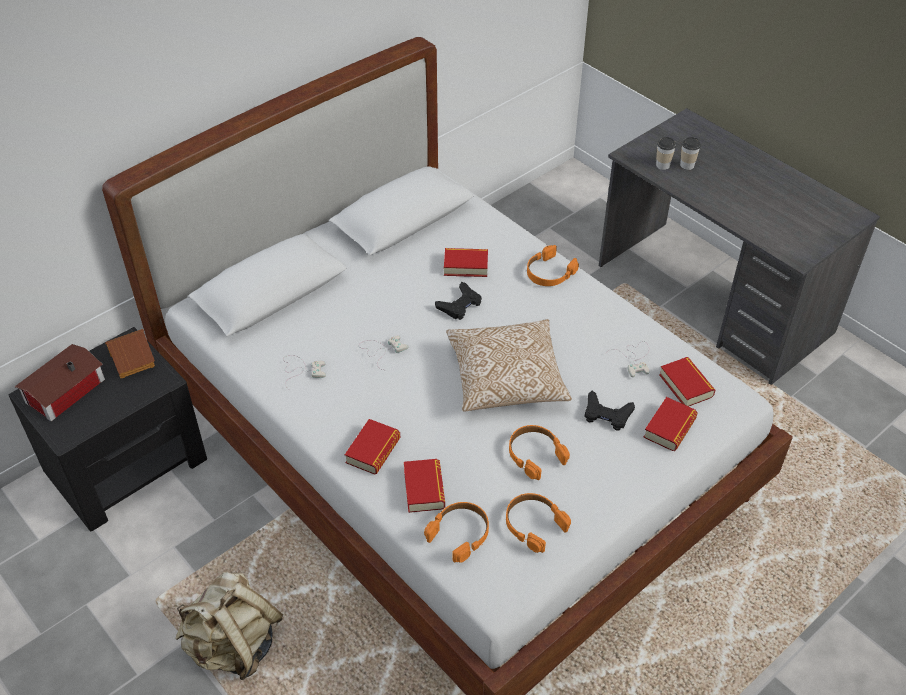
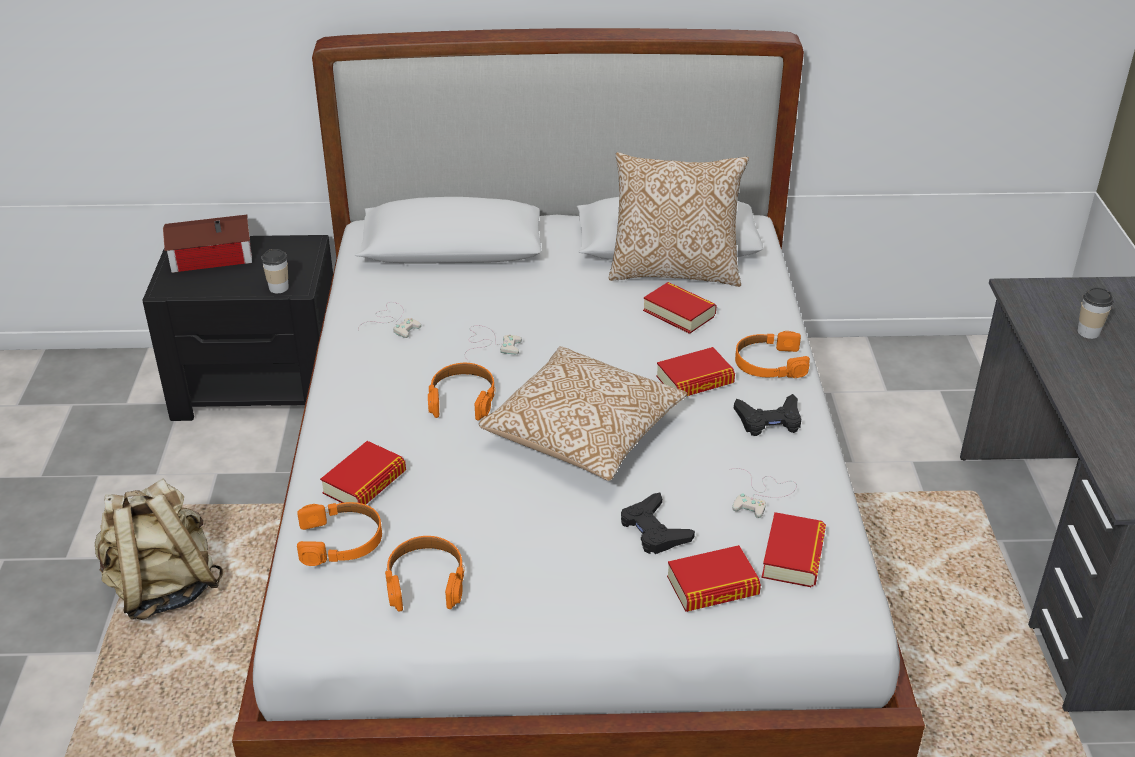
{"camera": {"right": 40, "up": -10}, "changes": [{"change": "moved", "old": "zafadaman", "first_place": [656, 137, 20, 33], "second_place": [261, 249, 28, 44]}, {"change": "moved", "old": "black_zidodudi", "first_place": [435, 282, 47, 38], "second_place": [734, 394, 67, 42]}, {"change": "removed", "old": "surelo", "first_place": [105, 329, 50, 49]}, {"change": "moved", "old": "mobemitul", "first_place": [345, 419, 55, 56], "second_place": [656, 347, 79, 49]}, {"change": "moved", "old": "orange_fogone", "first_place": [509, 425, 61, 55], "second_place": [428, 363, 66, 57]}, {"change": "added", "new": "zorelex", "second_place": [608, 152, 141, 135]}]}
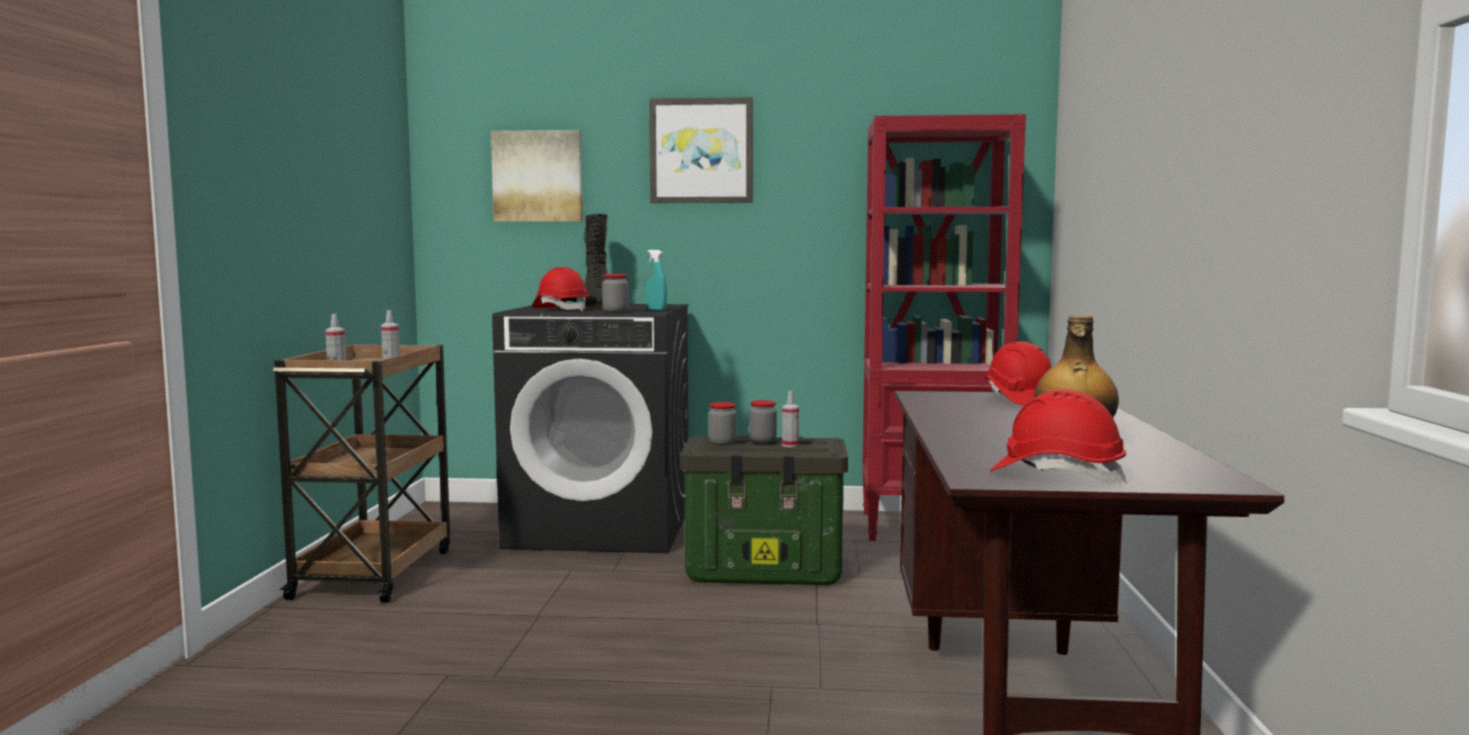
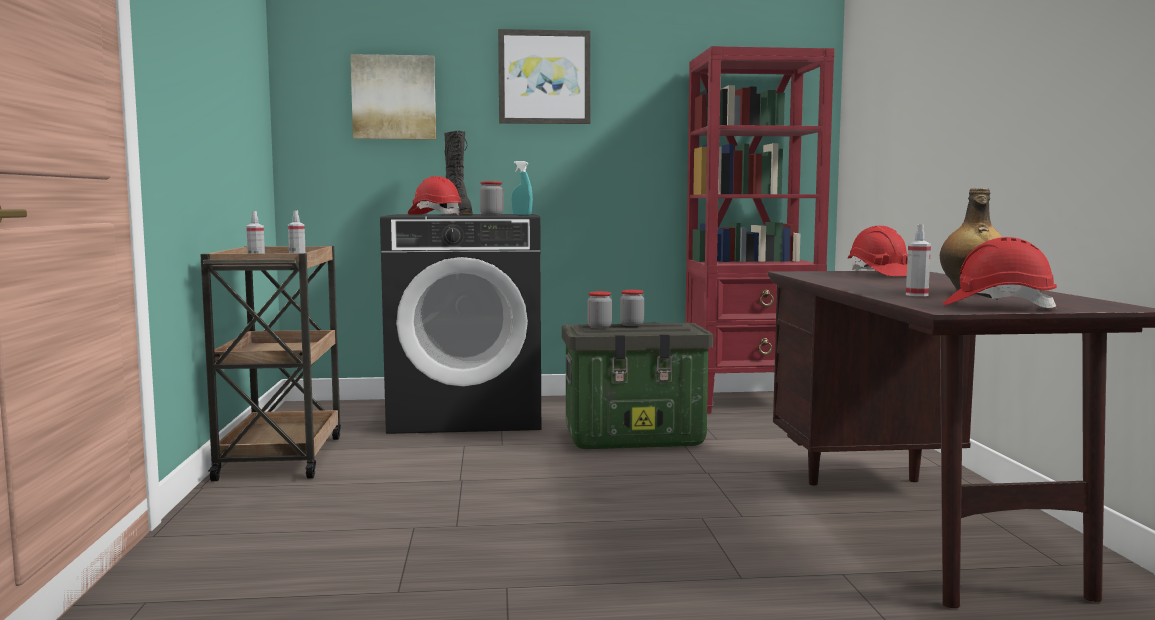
{"camera": {"right": -10, "up": 0}, "changes": [{"change": "moved", "old": "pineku", "first_place": [782, 391, 17, 56], "second_place": [906, 224, 25, 72]}]}
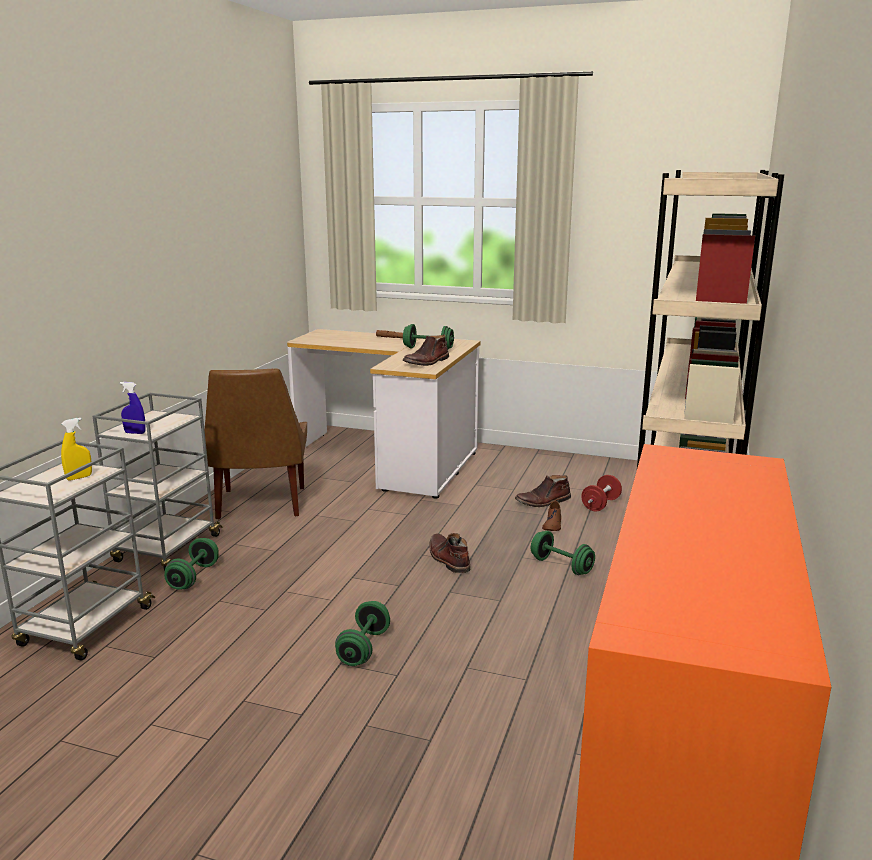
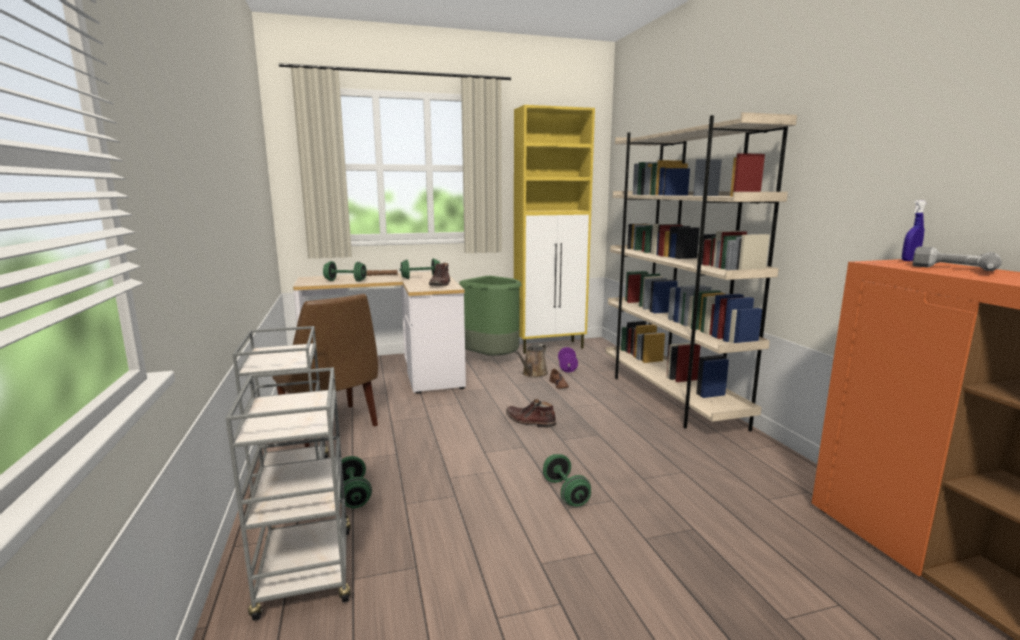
{"camera": {"right": -35, "up": -5}, "changes": [{"change": "moved", "old": "blue_pineku", "first_place": [120, 382, 26, 52], "second_place": [902, 200, 24, 61]}, {"change": "removed", "old": "yellow_pineku", "first_place": [61, 418, 31, 63]}, {"change": "replaced", "old": "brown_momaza", "new": "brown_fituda", "first_place": [515, 475, 56, 32], "second_place": [515, 344, 33, 34]}, {"change": "recoloured", "old": "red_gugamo", "new": "purple_gugamo", "first_place": [581, 475, 41, 36], "second_place": [558, 347, 20, 25]}, {"change": "moved", "old": "green_gugamo", "first_place": [531, 531, 64, 44], "second_place": [323, 261, 44, 21]}, {"change": "added", "new": "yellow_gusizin", "second_place": [514, 105, 81, 249]}, {"change": "added", "new": "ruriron", "second_place": [912, 246, 90, 25]}, {"change": "added", "new": "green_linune", "second_place": [459, 276, 62, 80]}]}
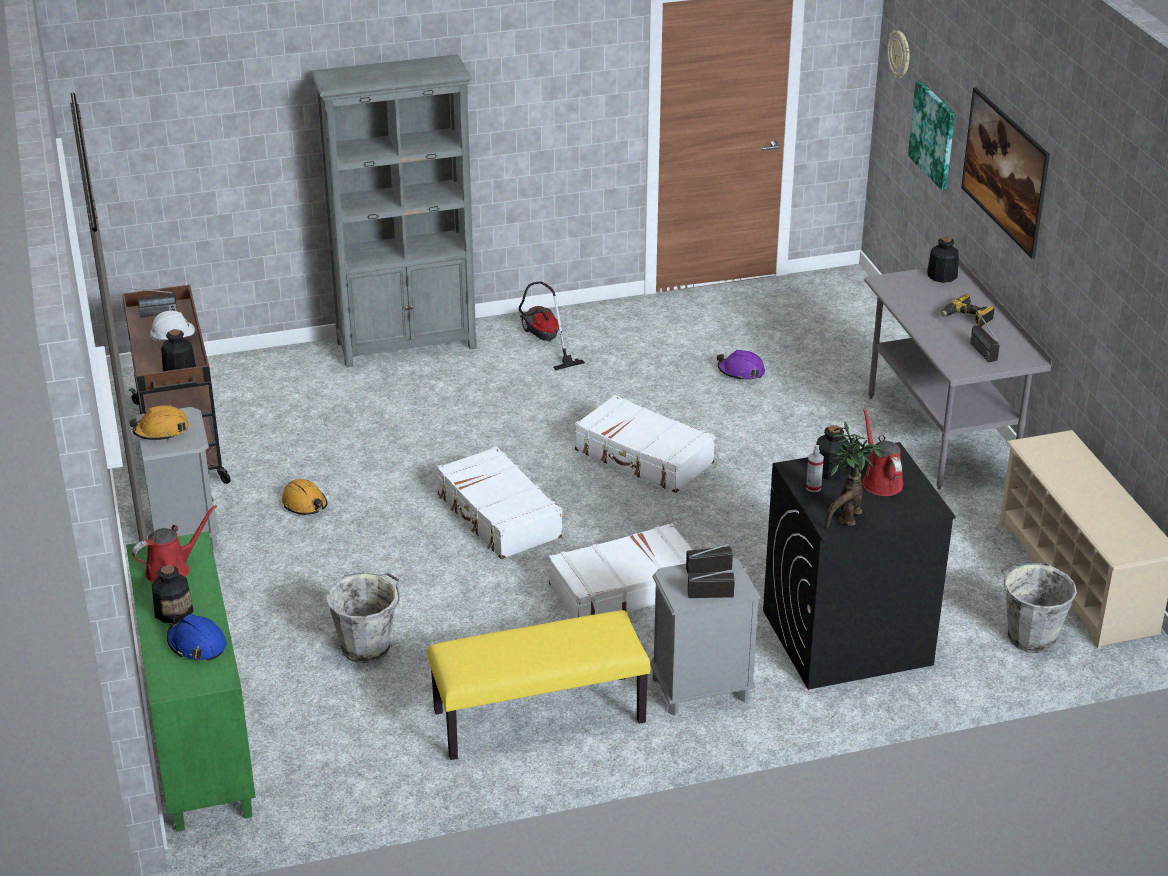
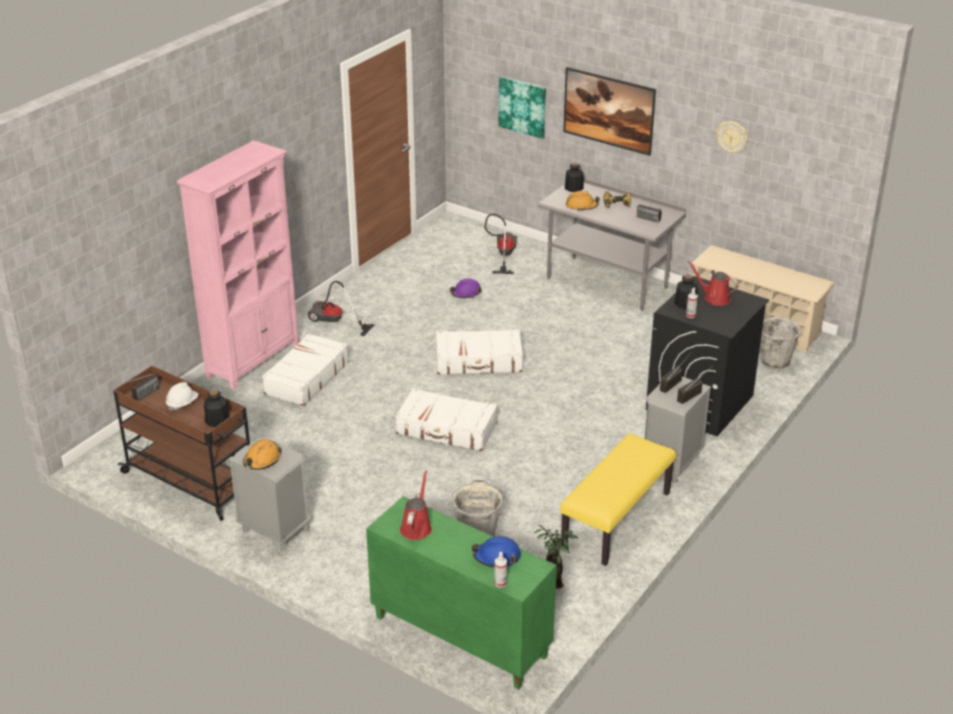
{"camera": {"right": -40, "up": 0}, "changes": [{"change": "moved", "old": "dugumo", "first_place": [887, 30, 23, 48], "second_place": [716, 121, 32, 33]}, {"change": "recoloured", "old": "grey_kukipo", "new": "pink_kukipo", "first_place": [310, 54, 167, 313], "second_place": [177, 140, 122, 249]}, {"change": "moved", "old": "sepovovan", "first_place": [825, 422, 58, 107], "second_place": [534, 525, 44, 64]}, {"change": "moved", "old": "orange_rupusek", "first_place": [282, 479, 45, 36], "second_place": [566, 191, 34, 20]}, {"change": "moved", "old": "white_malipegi", "first_place": [549, 523, 143, 95], "second_place": [262, 333, 87, 73]}, {"change": "removed", "old": "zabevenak", "first_place": [152, 565, 42, 58]}, {"change": "added", "new": "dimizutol", "second_place": [485, 214, 32, 60]}, {"change": "added", "new": "pineku", "second_place": [494, 552, 13, 36]}]}
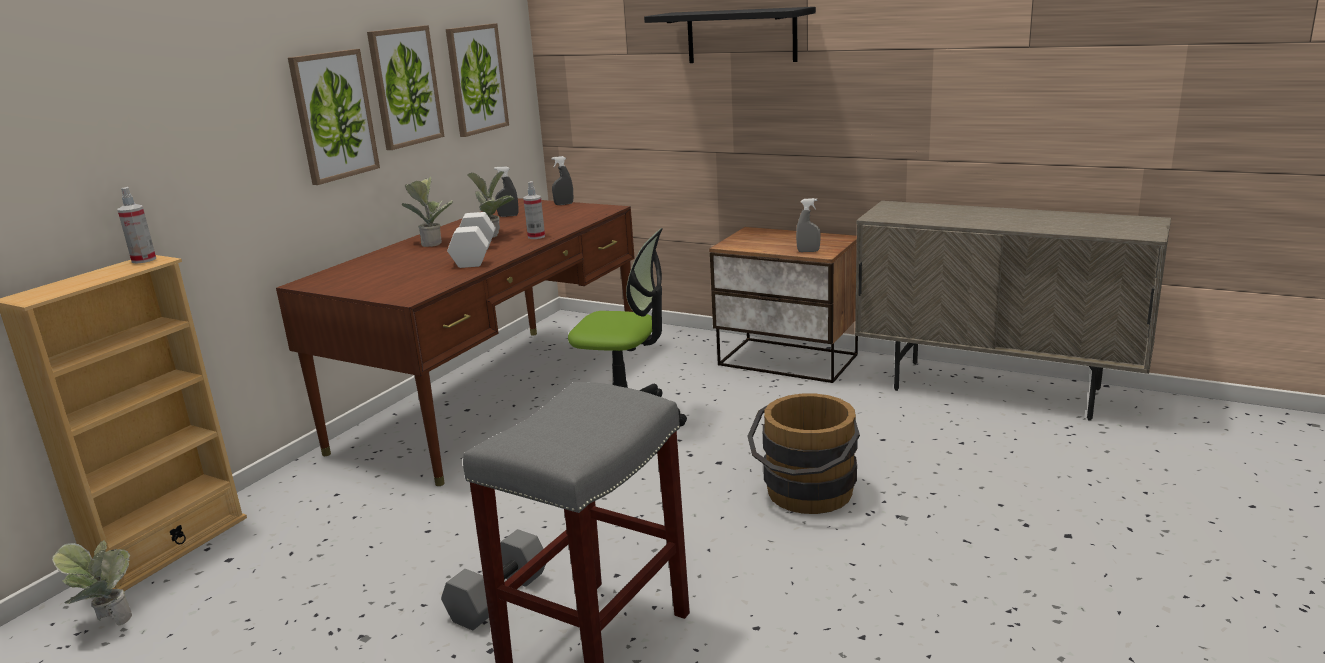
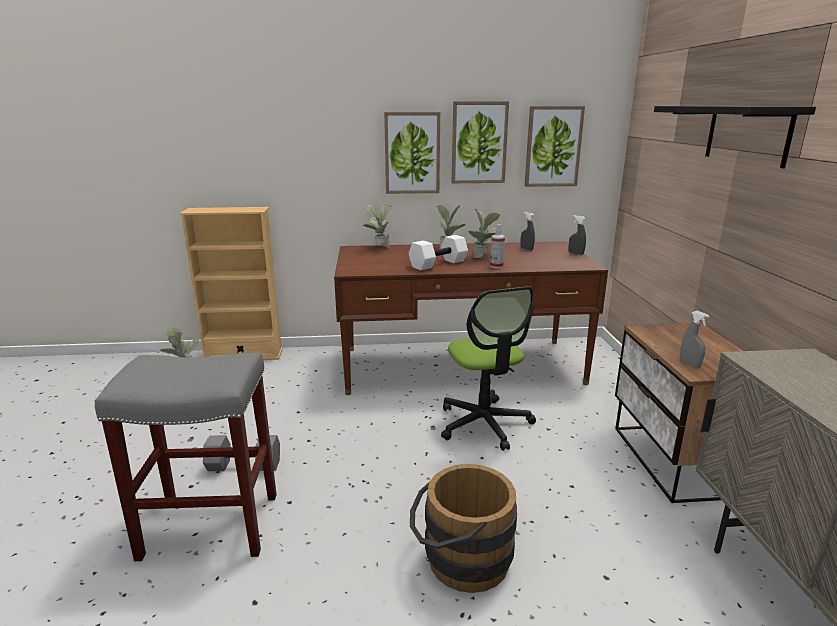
{"camera": {"right": 55, "up": 0}, "changes": [{"change": "removed", "old": "pineku", "first_place": [117, 187, 39, 77]}, {"change": "added", "new": "sepovovan", "second_place": [362, 203, 30, 45]}]}
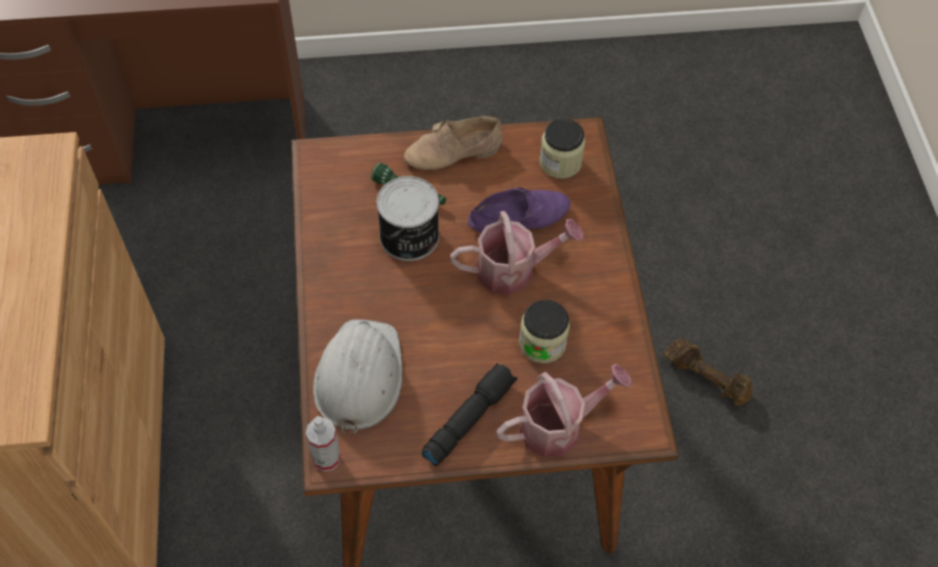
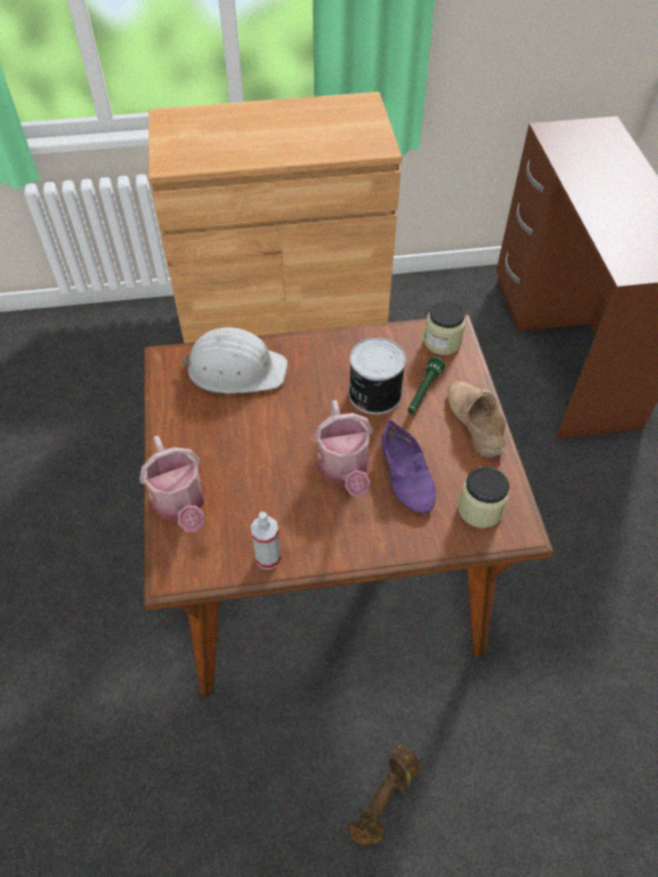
{"camera": {"right": 90, "up": -5}, "changes": [{"change": "moved", "old": "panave", "first_place": [519, 300, 51, 63], "second_place": [424, 301, 42, 54]}, {"change": "removed", "old": "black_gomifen", "first_place": [422, 363, 96, 103]}, {"change": "moved", "old": "pineku", "first_place": [306, 416, 35, 55], "second_place": [251, 512, 30, 58]}]}
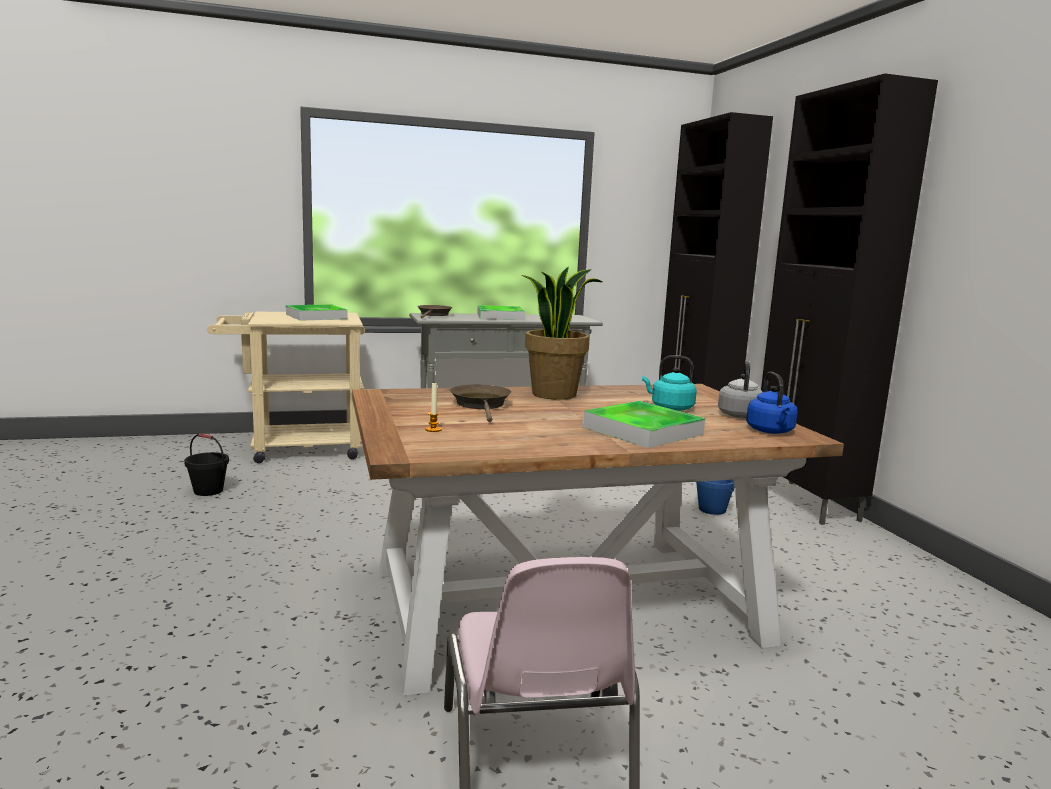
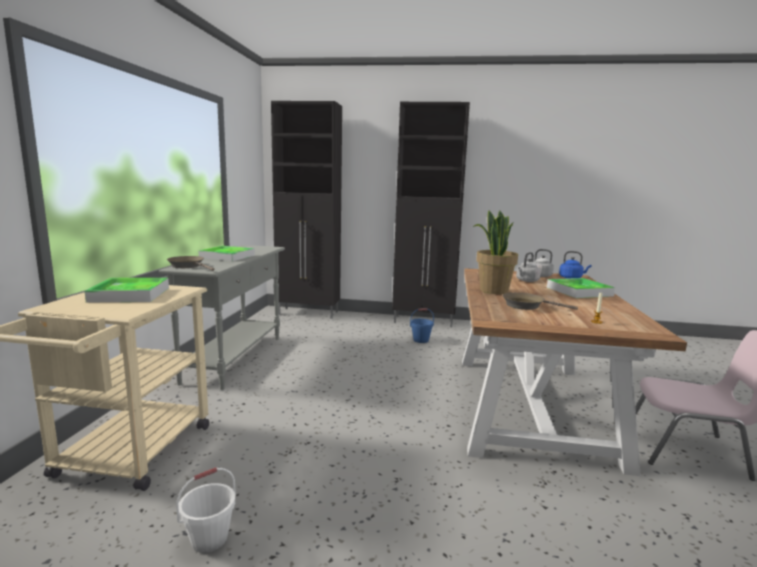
{"camera": {"right": -65, "up": 0}, "changes": [{"change": "recoloured", "old": "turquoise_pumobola", "new": "grey_pumobola", "first_place": [642, 355, 55, 56], "second_place": [516, 252, 25, 30]}, {"change": "recoloured", "old": "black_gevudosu", "new": "white_gevudosu", "first_place": [184, 433, 45, 63], "second_place": [176, 467, 60, 86]}]}
